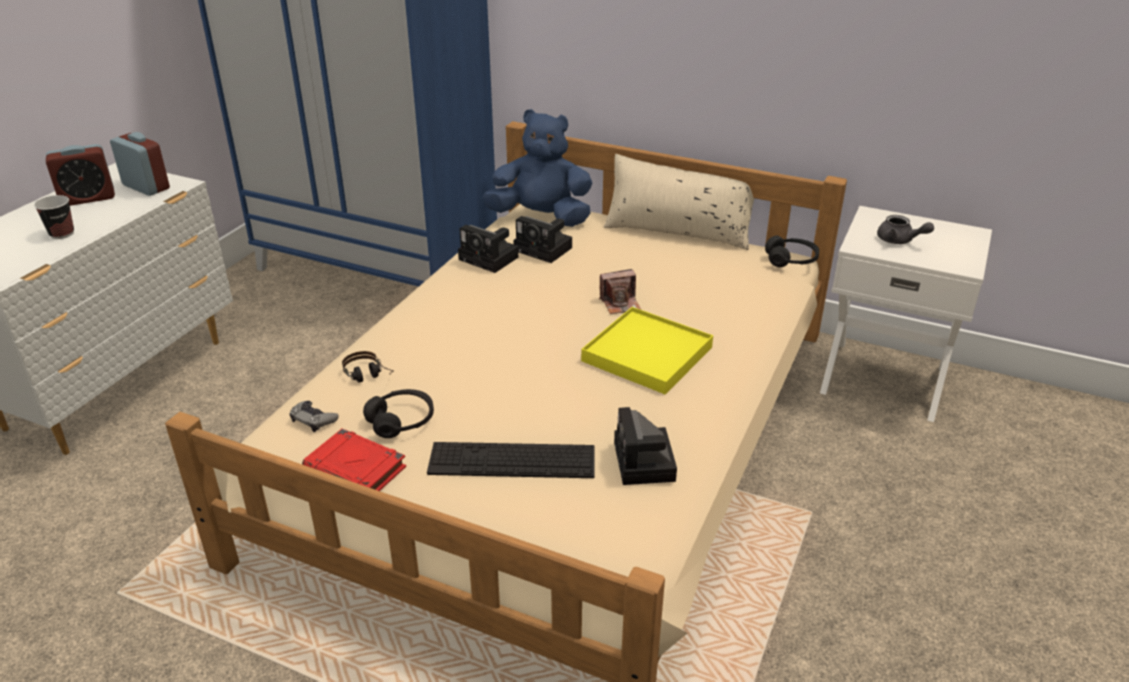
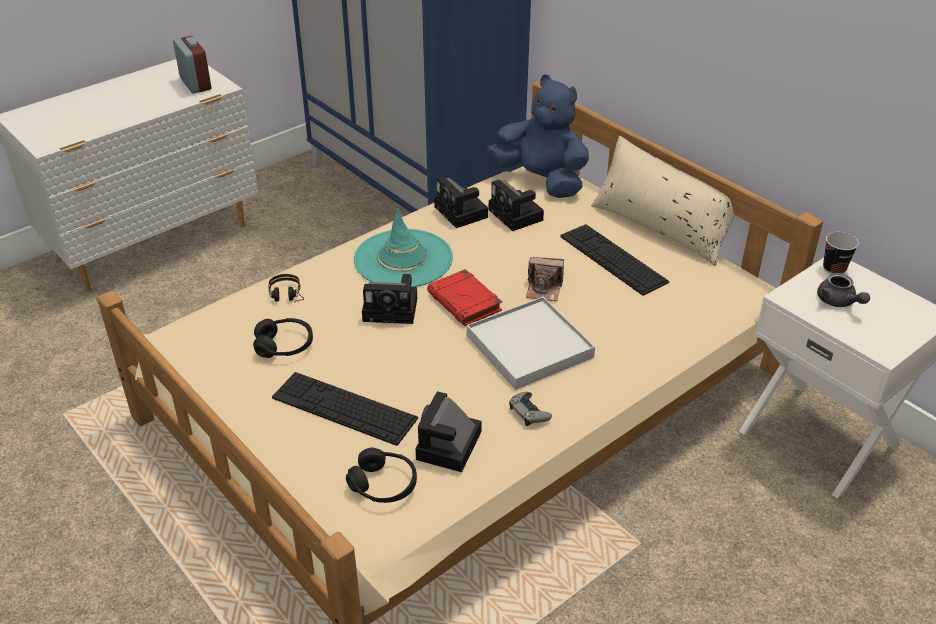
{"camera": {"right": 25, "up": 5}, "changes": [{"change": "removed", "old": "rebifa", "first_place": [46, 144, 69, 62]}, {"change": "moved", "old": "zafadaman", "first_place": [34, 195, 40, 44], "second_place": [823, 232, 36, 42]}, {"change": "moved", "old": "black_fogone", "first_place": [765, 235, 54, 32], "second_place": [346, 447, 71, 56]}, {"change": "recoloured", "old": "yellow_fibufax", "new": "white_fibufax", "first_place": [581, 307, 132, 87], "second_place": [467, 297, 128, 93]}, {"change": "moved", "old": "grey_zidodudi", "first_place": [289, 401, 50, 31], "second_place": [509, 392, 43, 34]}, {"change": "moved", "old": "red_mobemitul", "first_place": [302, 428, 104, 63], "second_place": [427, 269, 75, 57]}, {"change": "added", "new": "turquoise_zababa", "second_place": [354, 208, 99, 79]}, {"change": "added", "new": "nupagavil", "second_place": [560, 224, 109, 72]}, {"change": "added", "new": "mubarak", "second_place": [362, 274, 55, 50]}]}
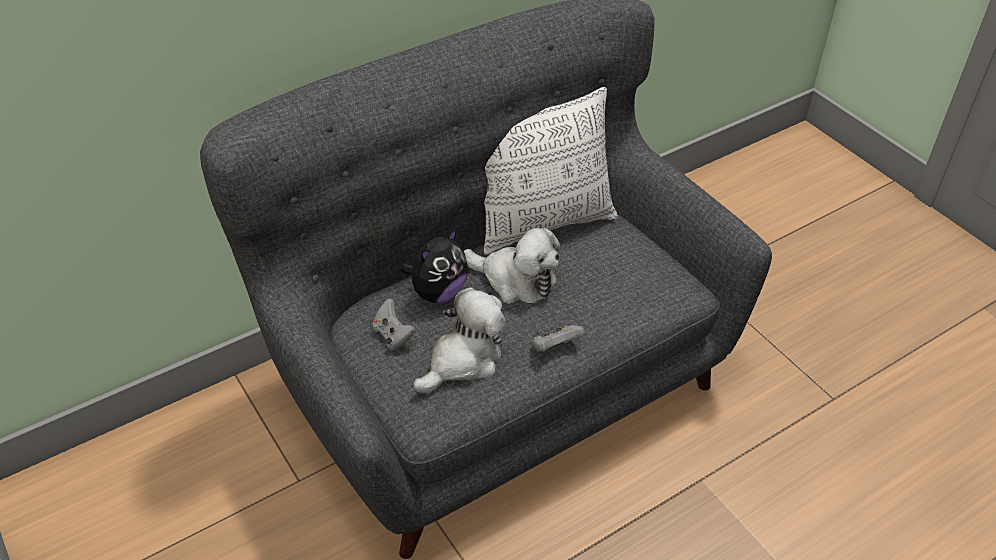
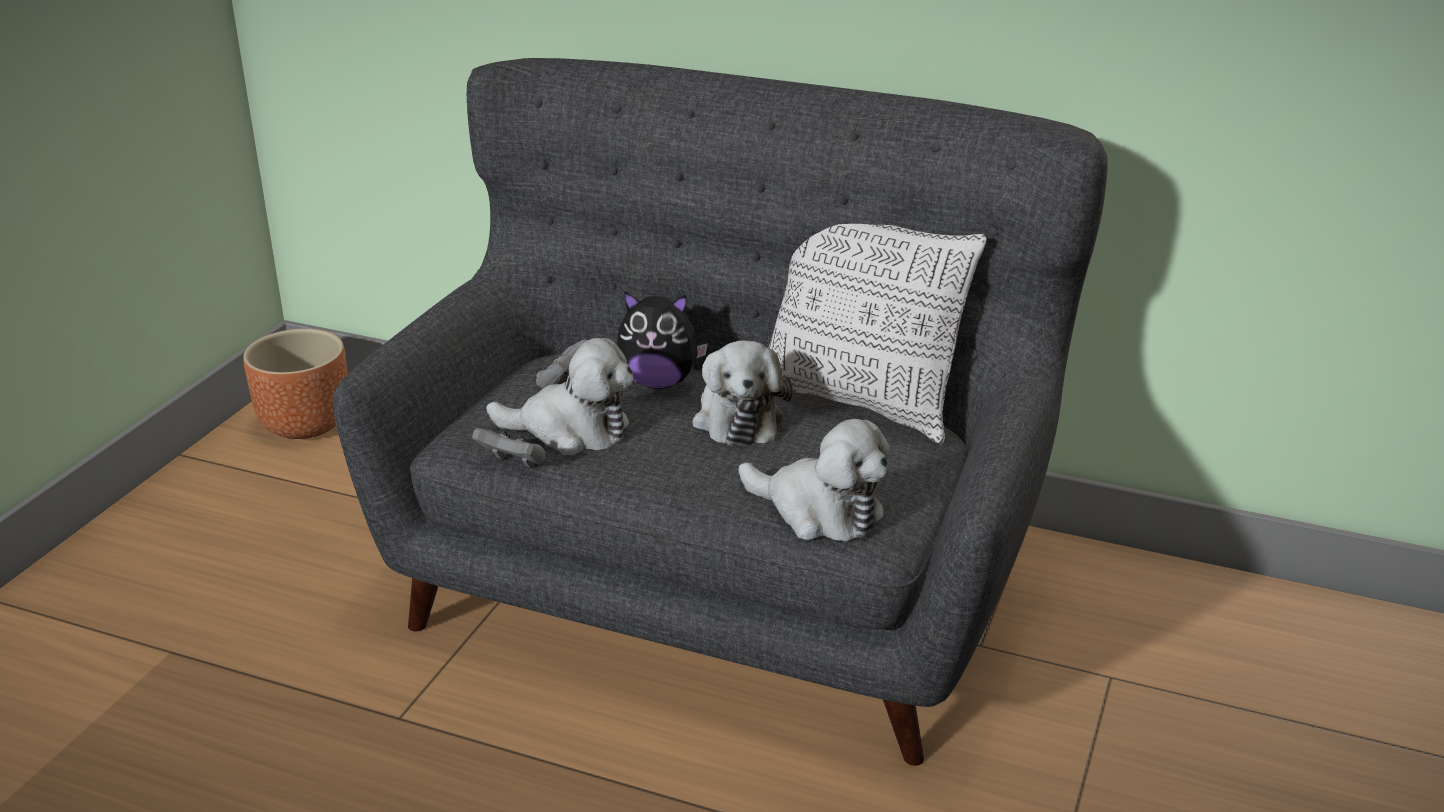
{"camera": {"right": 55, "up": -15}, "changes": [{"change": "moved", "old": "grey_zidodudi", "first_place": [532, 325, 53, 27], "second_place": [472, 428, 74, 40]}, {"change": "added", "new": "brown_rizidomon", "second_place": [243, 329, 104, 110]}, {"change": "added", "new": "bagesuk", "second_place": [739, 419, 151, 122]}]}
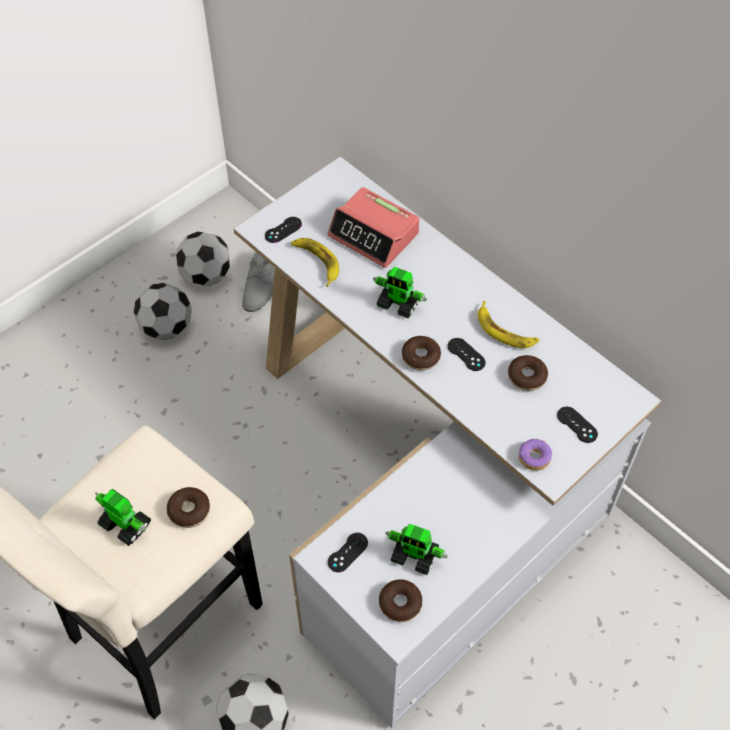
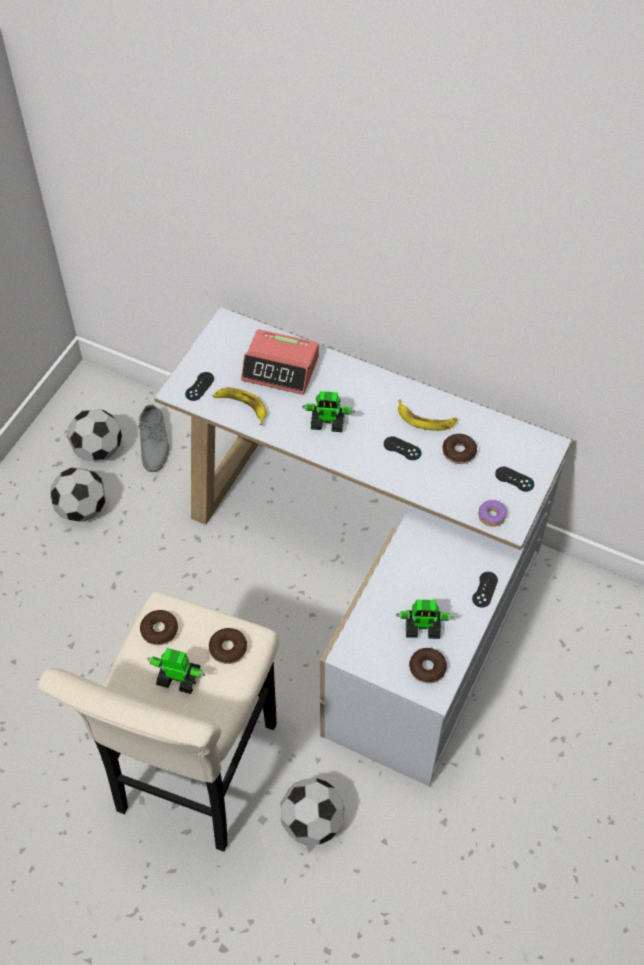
{"camera": {"right": -20, "up": 0}, "changes": [{"change": "moved", "old": "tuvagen", "first_place": [402, 336, 39, 34], "second_place": [140, 610, 38, 35]}, {"change": "moved", "old": "black_zidodudi", "first_place": [328, 533, 40, 39], "second_place": [472, 572, 26, 35]}]}
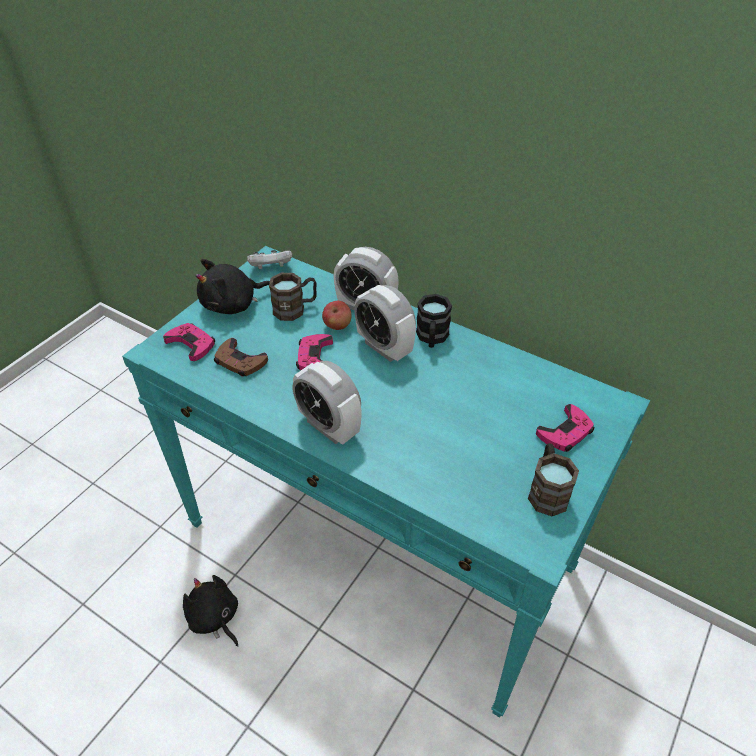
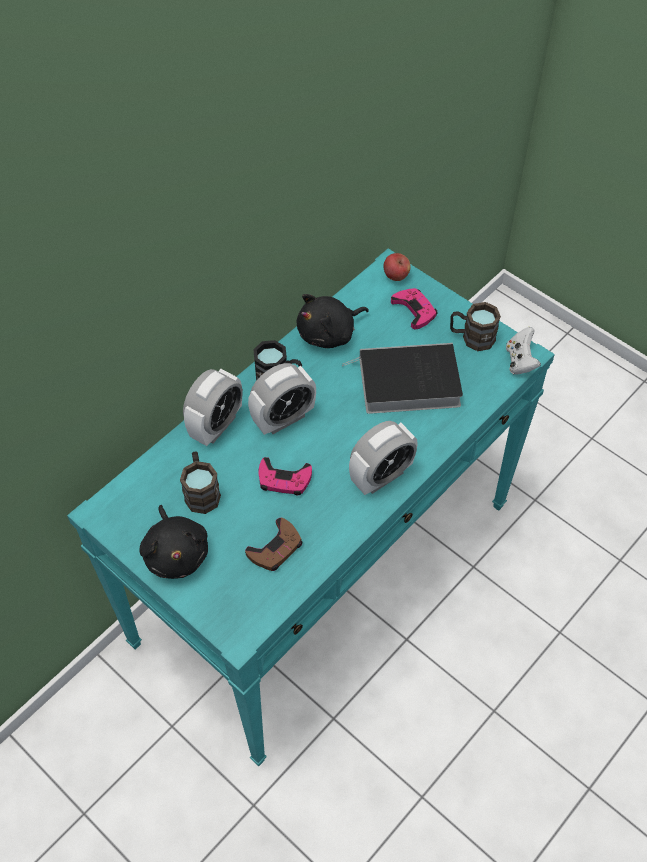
{"camera": {"right": -80, "up": 10}, "changes": [{"change": "moved", "old": "white_zidodudi", "first_place": [247, 250, 45, 19], "second_place": [506, 327, 35, 48]}, {"change": "moved", "old": "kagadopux", "first_place": [322, 301, 30, 29], "second_place": [383, 253, 28, 28]}, {"change": "removed", "old": "pink_zidodudi", "first_place": [163, 323, 52, 38]}, {"change": "moved", "old": "black_bagesuk", "first_place": [183, 575, 55, 72], "second_place": [297, 294, 72, 54]}, {"change": "added", "new": "mobemitul", "second_place": [342, 343, 121, 71]}]}
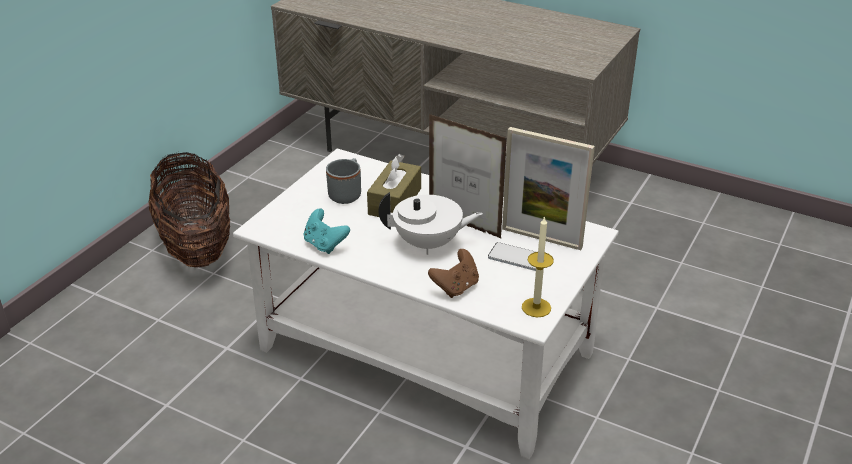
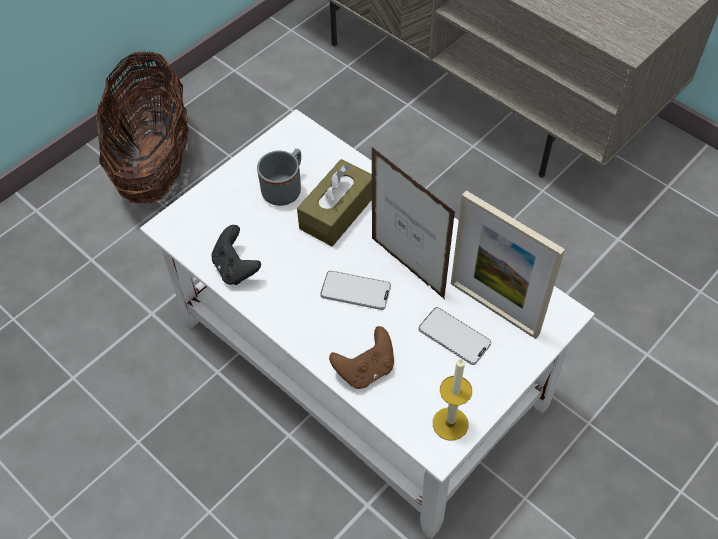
{"camera": {"right": 15, "up": 20}, "changes": [{"change": "replaced", "old": "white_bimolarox", "new": "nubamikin", "first_place": [379, 192, 104, 63], "second_place": [320, 271, 71, 39]}, {"change": "recoloured", "old": "turquoise_zidodudi", "new": "black_zidodudi", "first_place": [304, 208, 46, 46], "second_place": [212, 225, 49, 60]}]}
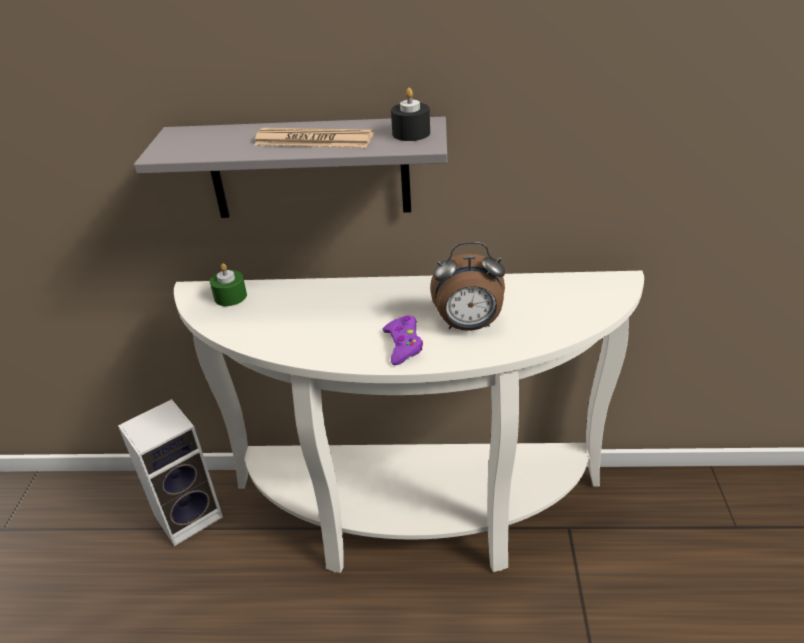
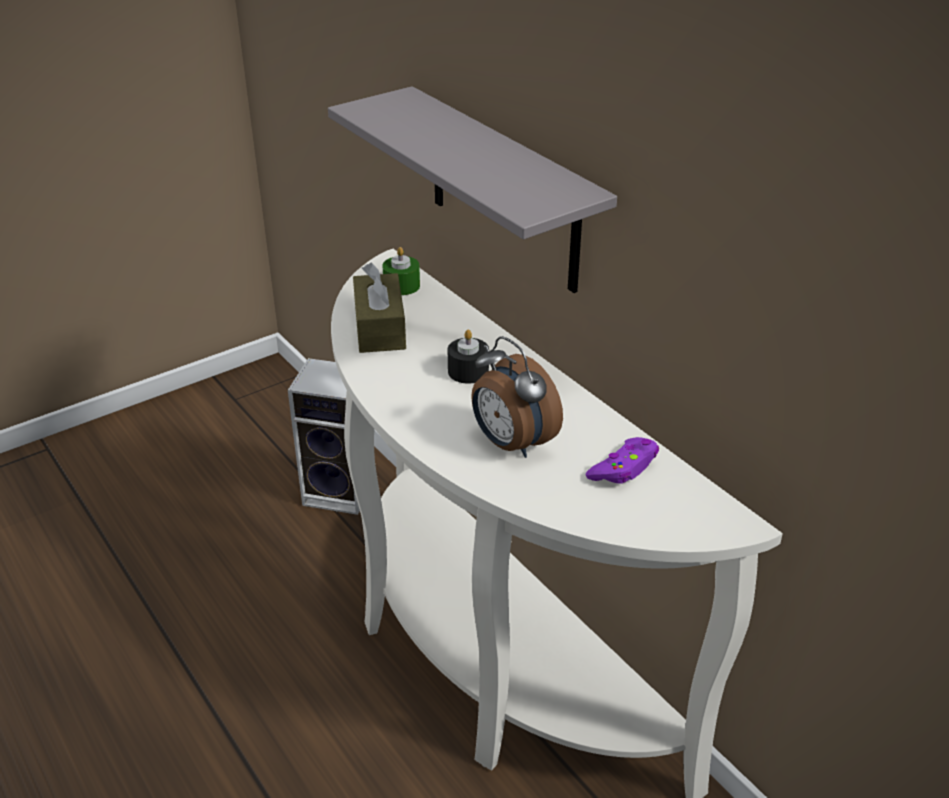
{"camera": {"right": 50, "up": 0}, "changes": [{"change": "moved", "old": "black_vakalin", "first_place": [391, 88, 39, 53], "second_place": [448, 330, 41, 54]}, {"change": "removed", "old": "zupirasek", "first_place": [254, 128, 120, 20]}, {"change": "moved", "old": "purple_zidodudi", "first_place": [382, 316, 41, 49], "second_place": [586, 437, 73, 46]}, {"change": "added", "new": "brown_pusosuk", "second_place": [353, 263, 53, 90]}]}
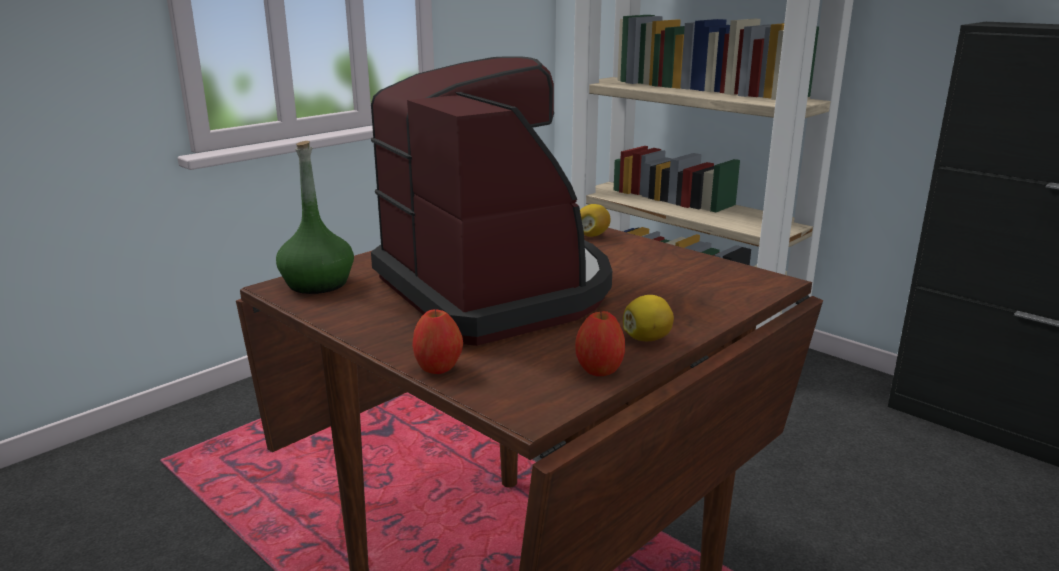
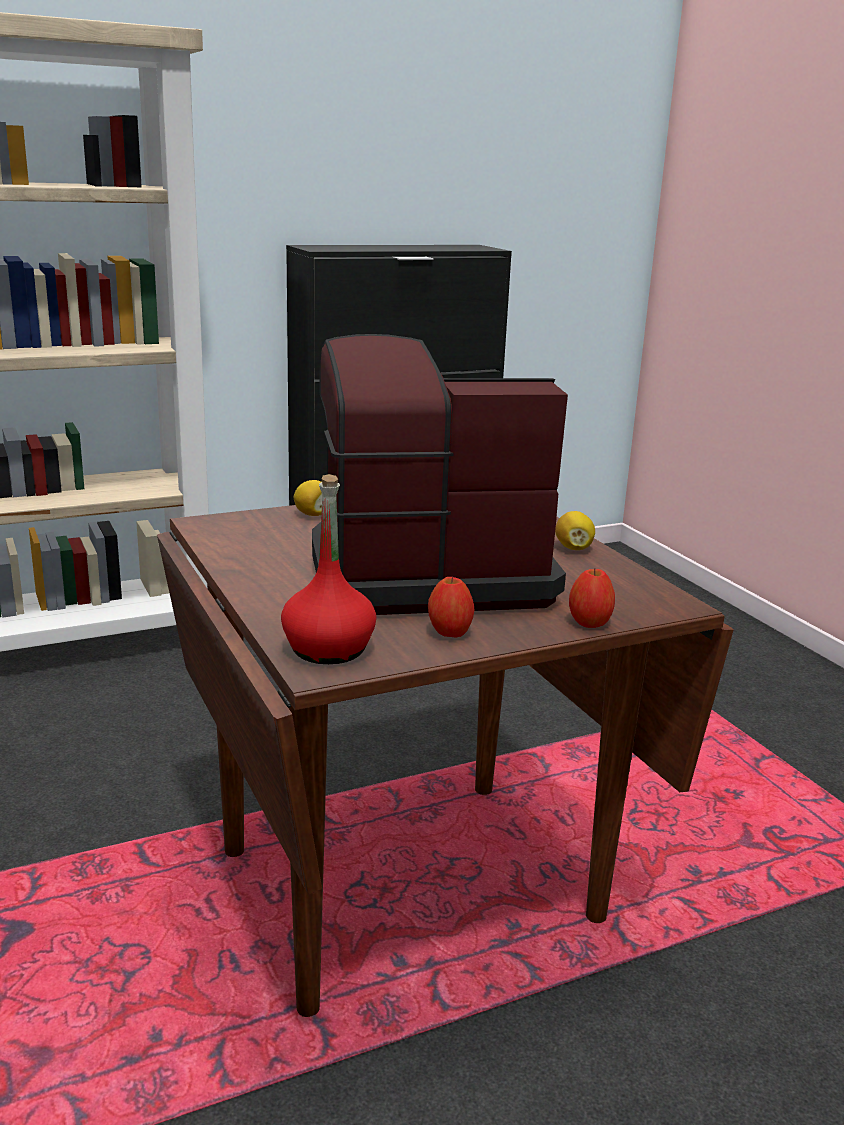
{"camera": {"right": -70, "up": 0}, "changes": [{"change": "recoloured", "old": "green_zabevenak", "new": "red_zabevenak", "first_place": [276, 141, 78, 153], "second_place": [281, 474, 95, 190]}, {"change": "moved", "old": "kagadopux", "first_place": [575, 311, 50, 65], "second_place": [428, 577, 47, 61]}]}
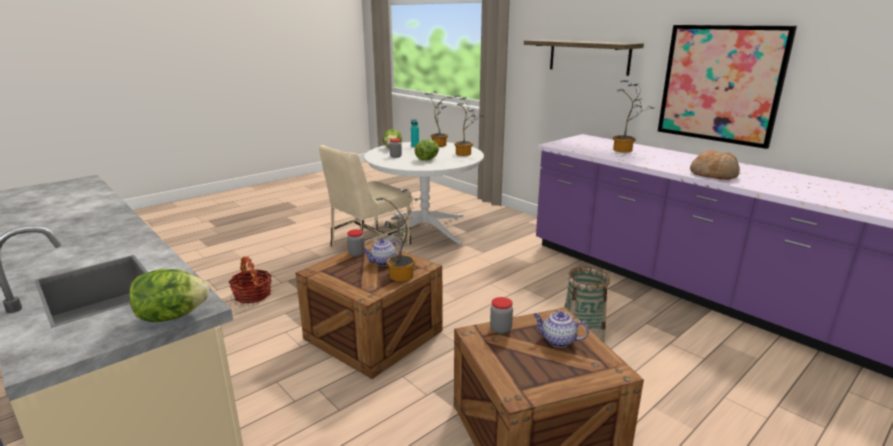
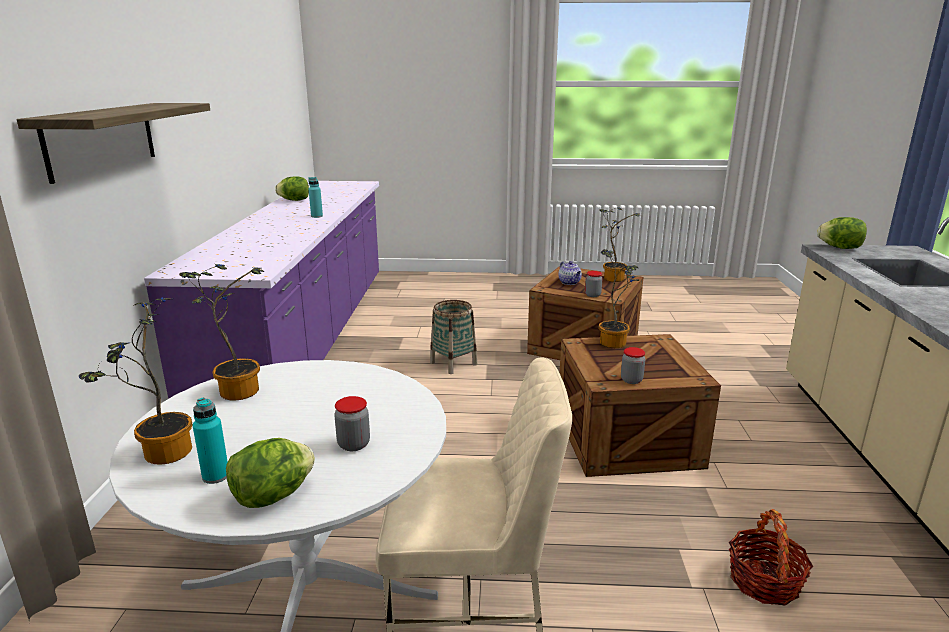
{"camera": {"right": -135, "up": 0}, "changes": [{"change": "removed", "old": "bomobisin", "first_place": [658, 25, 139, 124]}, {"change": "moved", "old": "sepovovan", "first_place": [613, 80, 42, 73], "second_place": [599, 207, 42, 75]}, {"change": "moved", "old": "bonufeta", "first_place": [415, 140, 24, 21], "second_place": [275, 176, 34, 25]}, {"change": "replaced", "old": "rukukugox", "new": "turquoise_zabevenak", "first_place": [690, 150, 50, 30], "second_place": [308, 177, 15, 41]}, {"change": "removed", "old": "bimolarox", "first_place": [363, 239, 39, 27]}]}
